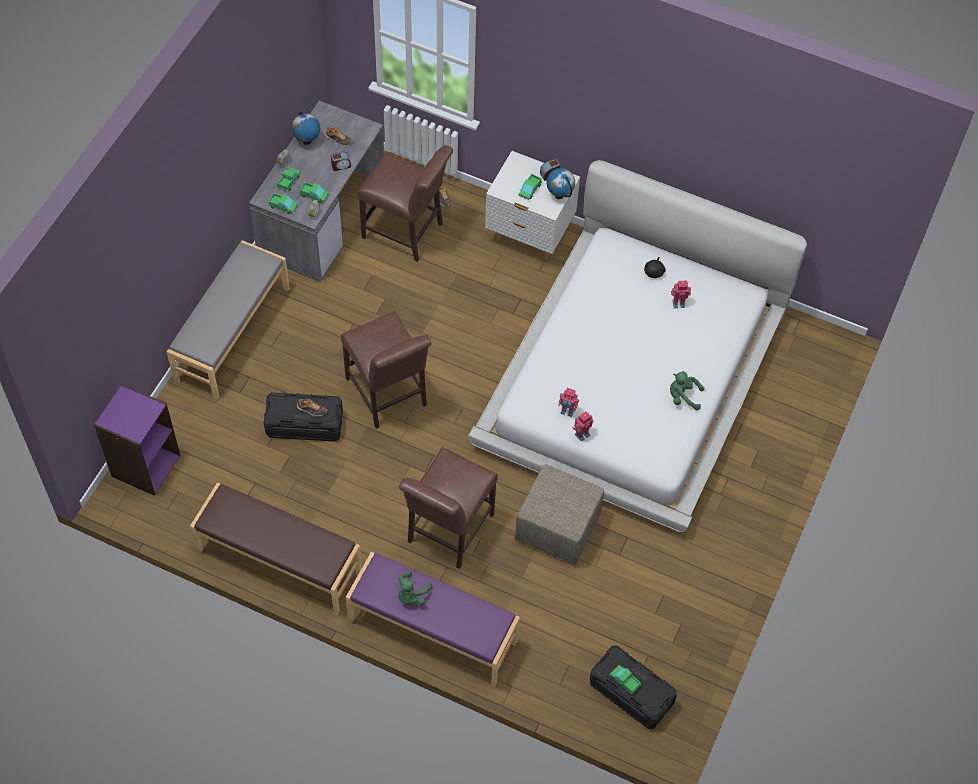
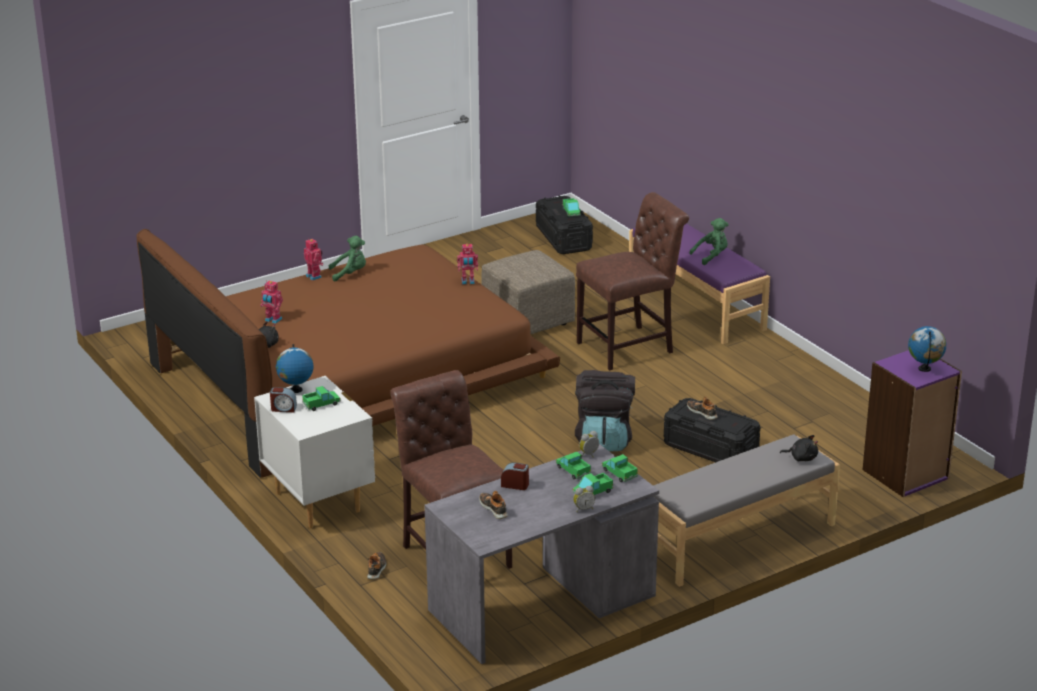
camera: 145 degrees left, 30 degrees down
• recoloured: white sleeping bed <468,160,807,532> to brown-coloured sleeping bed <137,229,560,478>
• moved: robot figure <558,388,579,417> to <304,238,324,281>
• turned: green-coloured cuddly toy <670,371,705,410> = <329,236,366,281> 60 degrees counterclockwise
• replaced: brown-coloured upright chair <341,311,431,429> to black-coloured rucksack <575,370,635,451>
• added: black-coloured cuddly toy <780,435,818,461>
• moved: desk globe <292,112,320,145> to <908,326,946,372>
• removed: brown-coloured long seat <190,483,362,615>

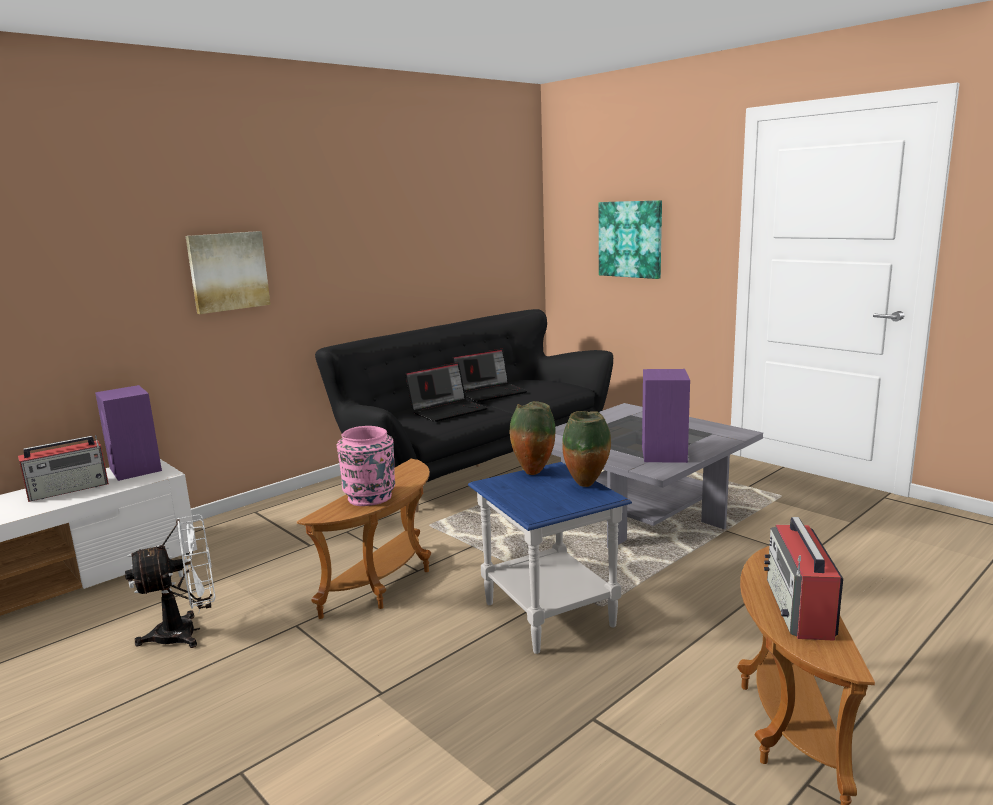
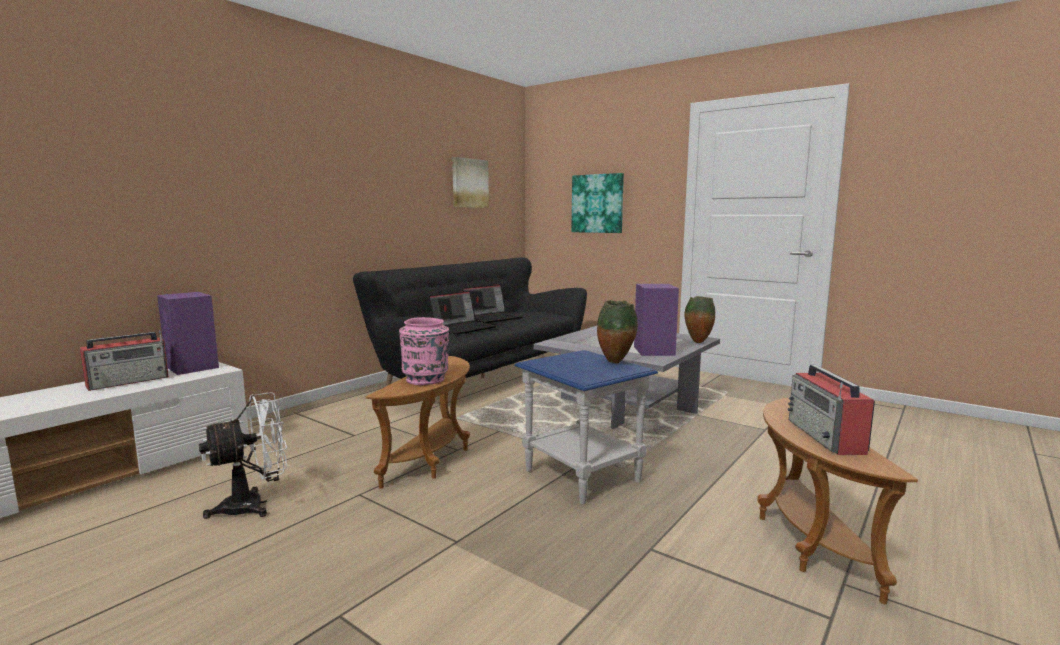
camera: 10 degrees left, 5 degrees down
• moved: picture <186,231,271,314> to <452,157,489,208>
• moved: decorative vase <509,401,555,475> to <685,296,715,343>

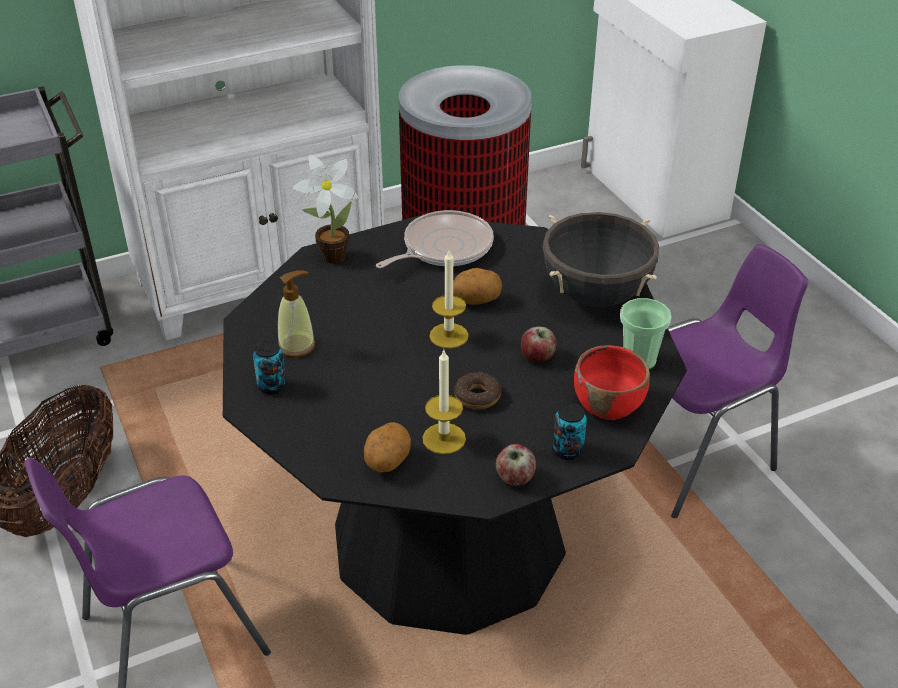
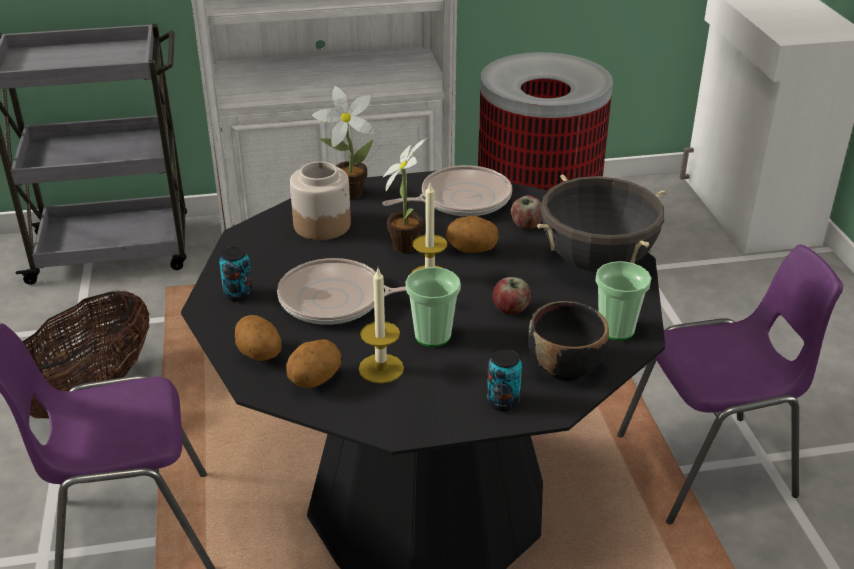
camera: 15 degrees right, 5 degrees down
• added: whole potato <235,315,282,361>
• added: frying pan <277,258,406,325>
• added: storage jar <290,162,351,240>
• added: plant in a pot <382,138,428,253>
• replaced: donut <454,372,501,409> to cup <405,267,461,347>
• moved: whole apple <496,444,536,486> to <511,195,542,229>
• recoloured: reddish bowl <574,345,650,420> to black-coloured bowl <527,301,609,381>
• removed: liquid soap bottle <278,270,316,357>

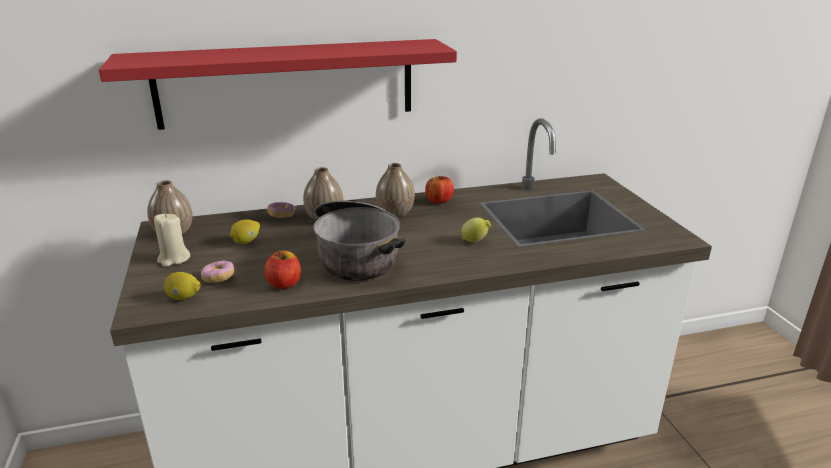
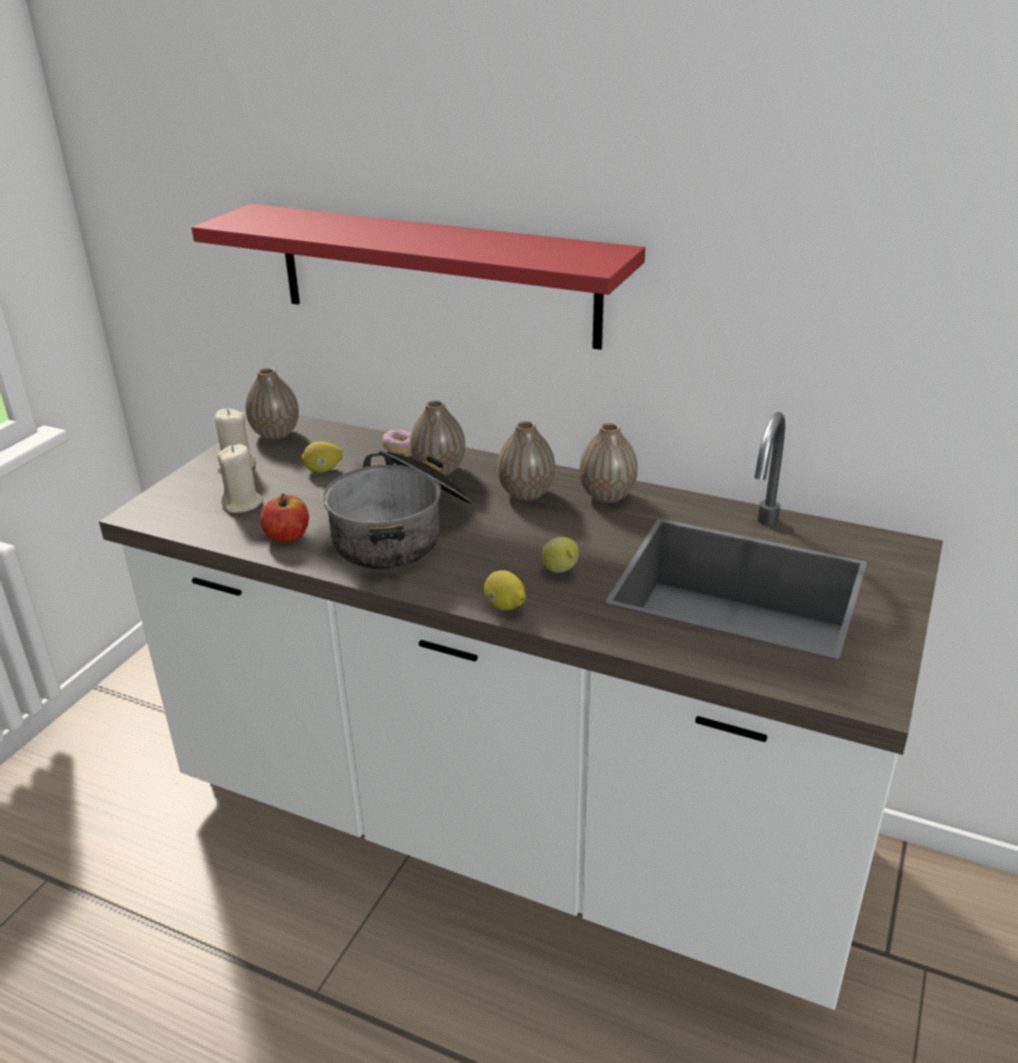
camera: 40 degrees right, 5 degrees up
• replaced: donut <201,260,234,283> to beige wax light <217,444,263,513>
• moved: whole lemon <164,272,201,300> to <484,570,526,610>
• replaced: whole apple <425,176,454,204> to decorative vase <579,423,638,503>

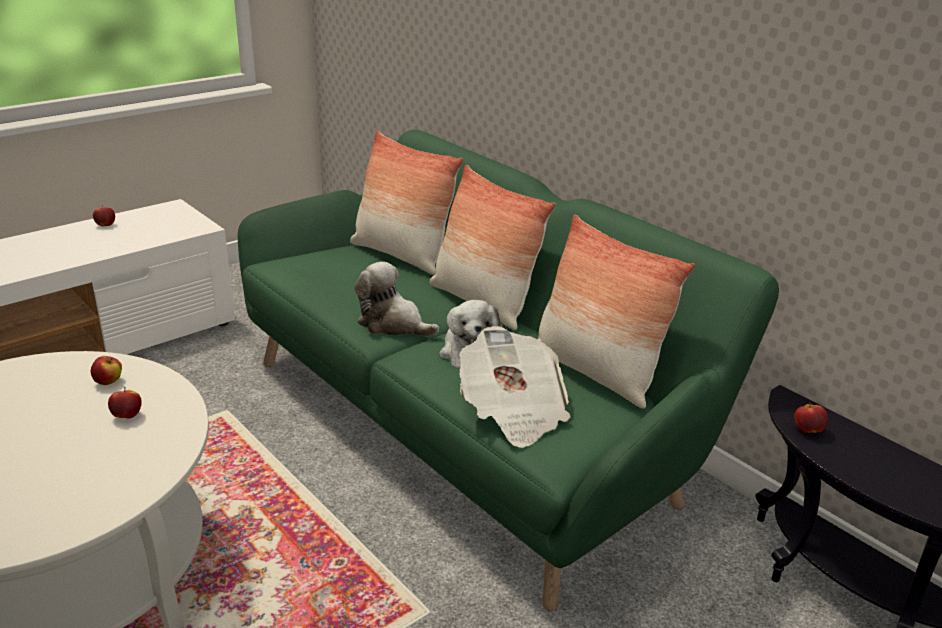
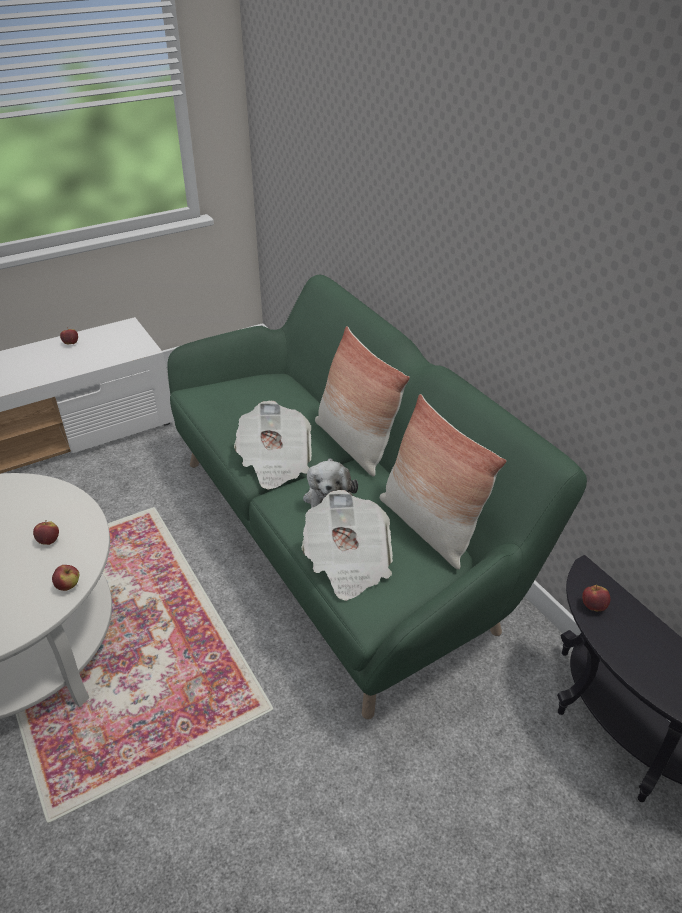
camera: 10 degrees right, 10 degrees up
• moved: whole apple <91,356,122,385> to <52,565,80,591>
• replaced: cuddly toy <355,262,439,337> to printed paper <234,401,312,490>
• removed: pillow <350,131,463,275>

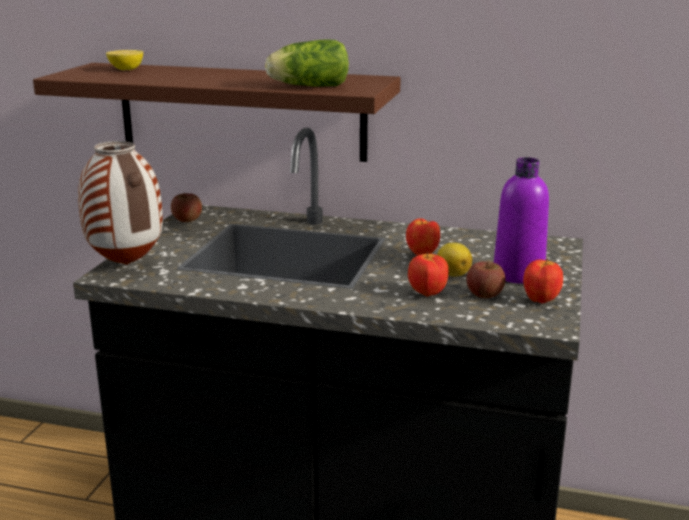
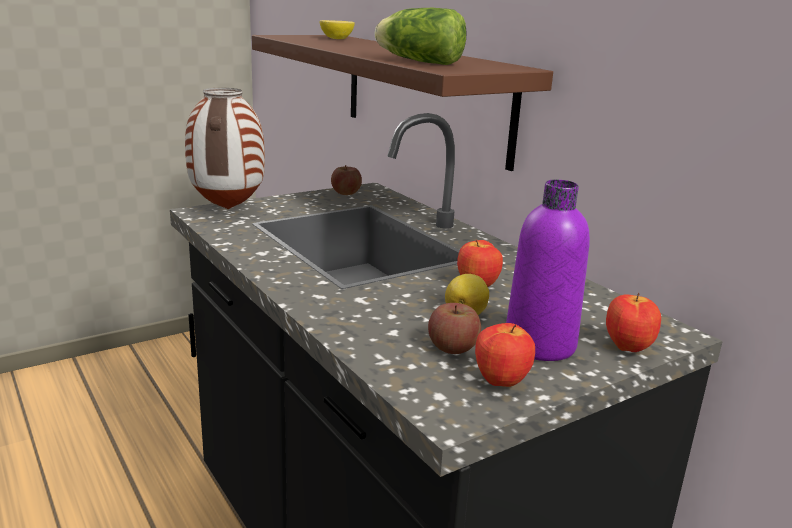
camera: 40 degrees right, 0 degrees up
• moved: whole apple <408,251,448,297> to <606,293,661,352>

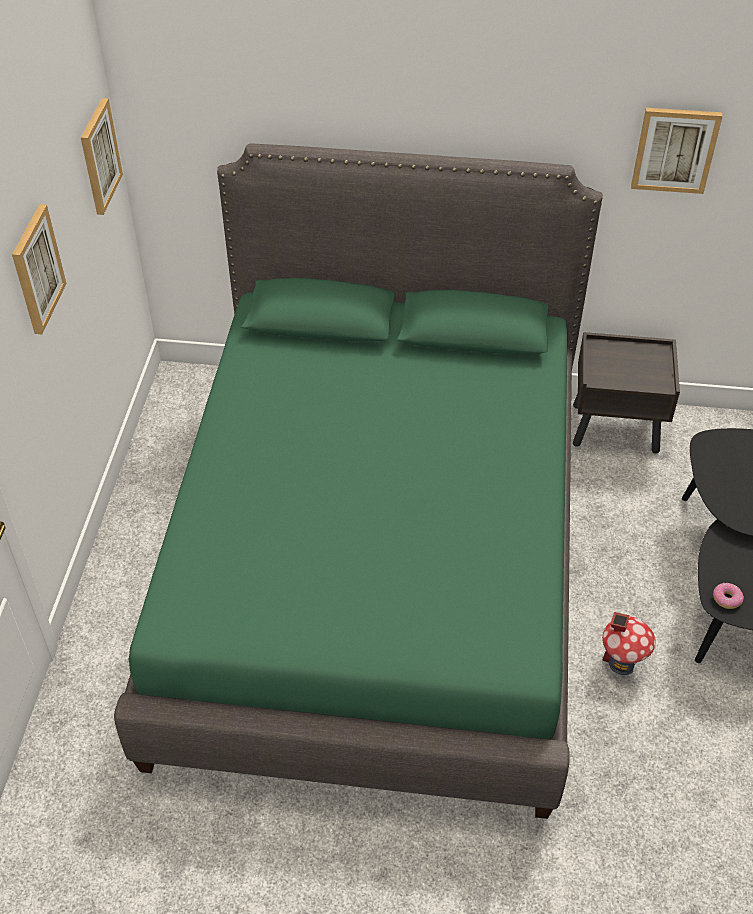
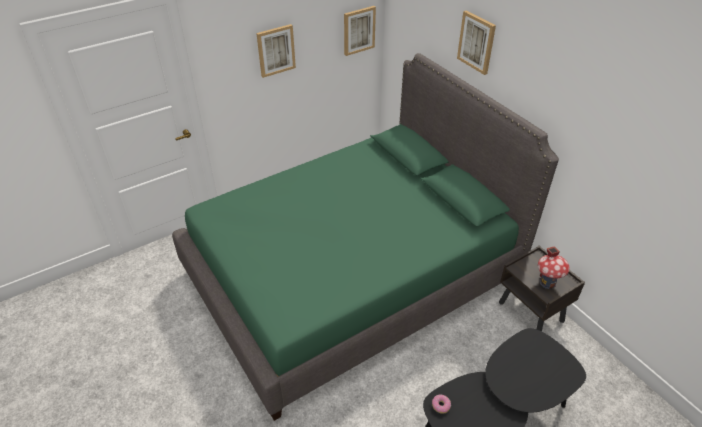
camera: 50 degrees right, 5 degrees down
• moved: picture <631,108,723,194> to <457,10,496,75>
• moved: toy house <602,612,656,675> to <538,246,570,289>

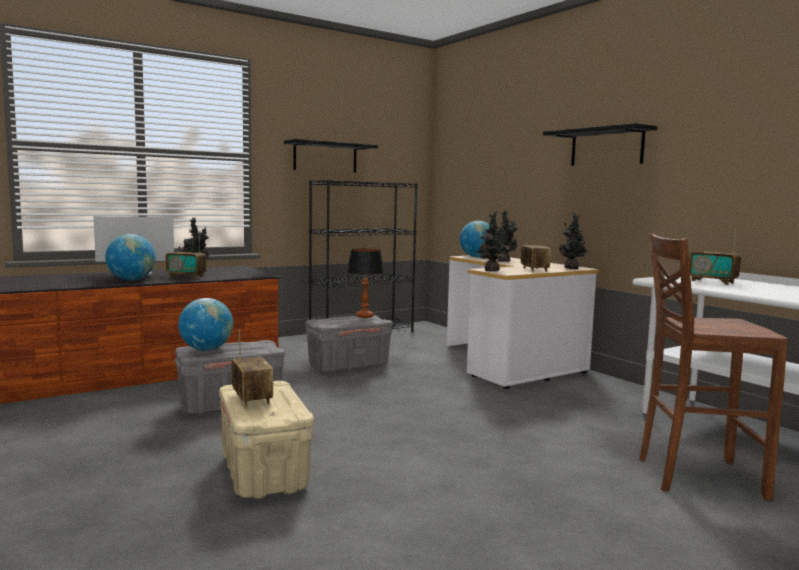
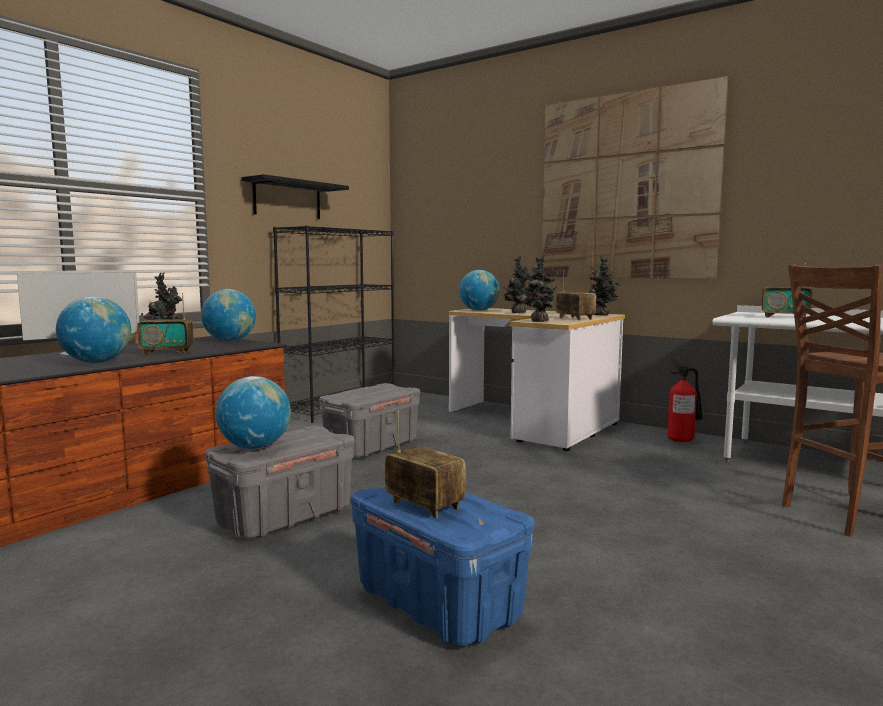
camera: 20 degrees left, 0 degrees up
• added: desk globe <201,289,256,341>
• recoloured: beige storage container <219,381,314,499> to blue-coloured storage container <351,487,535,646>
• replaced: black-coloured wall shelf <543,123,658,166> to picture <542,76,728,279>
• added: extinguisher <667,360,703,442>
• removed: lamp for a table <347,249,384,318>

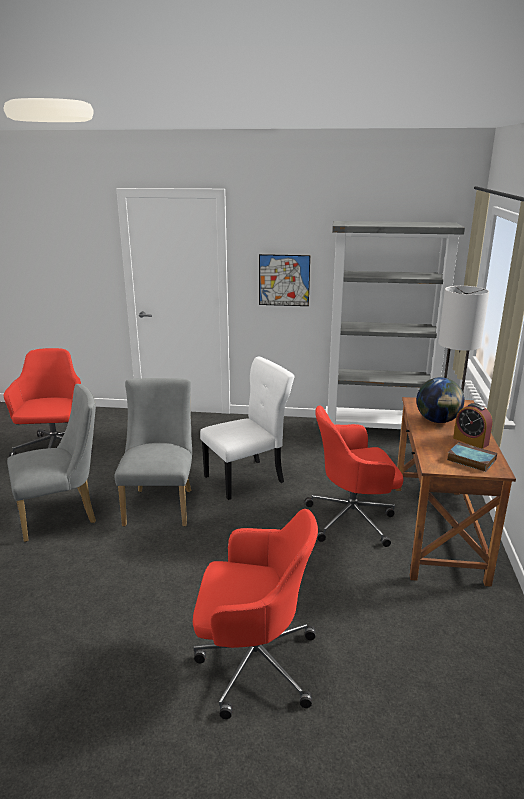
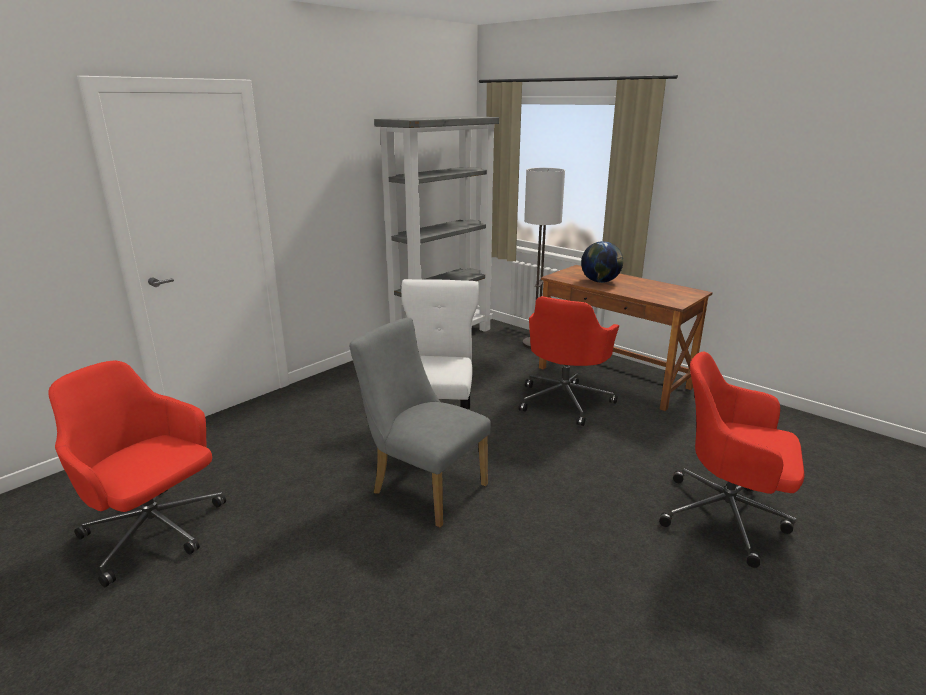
camera: 55 degrees left, 0 degrees up
• turned: reddish computer chair <193,509,318,719> = <659,352,804,568> 105 degrees counterclockwise
• removed: grey upright chair <7,384,96,542>
• removed: picture <259,254,310,306>
• removed: book <447,442,497,472>
• removed: alarm clock <453,403,493,449>

